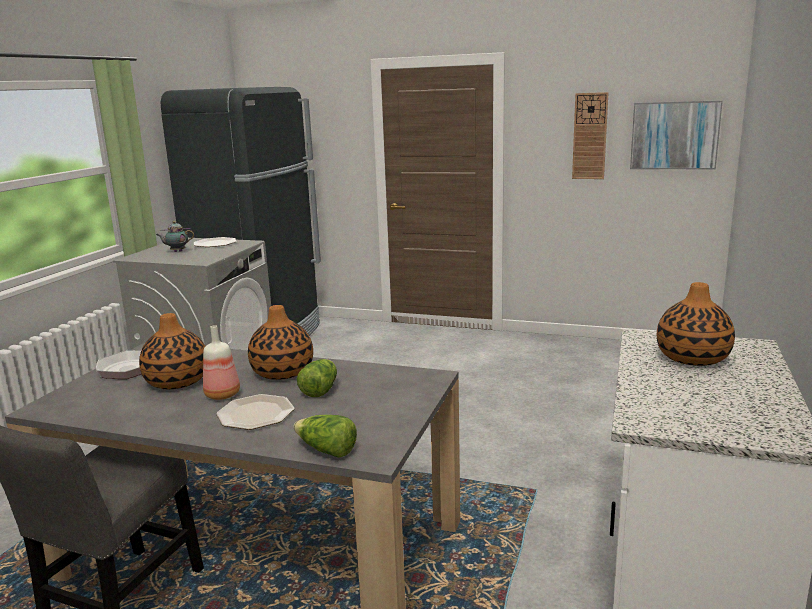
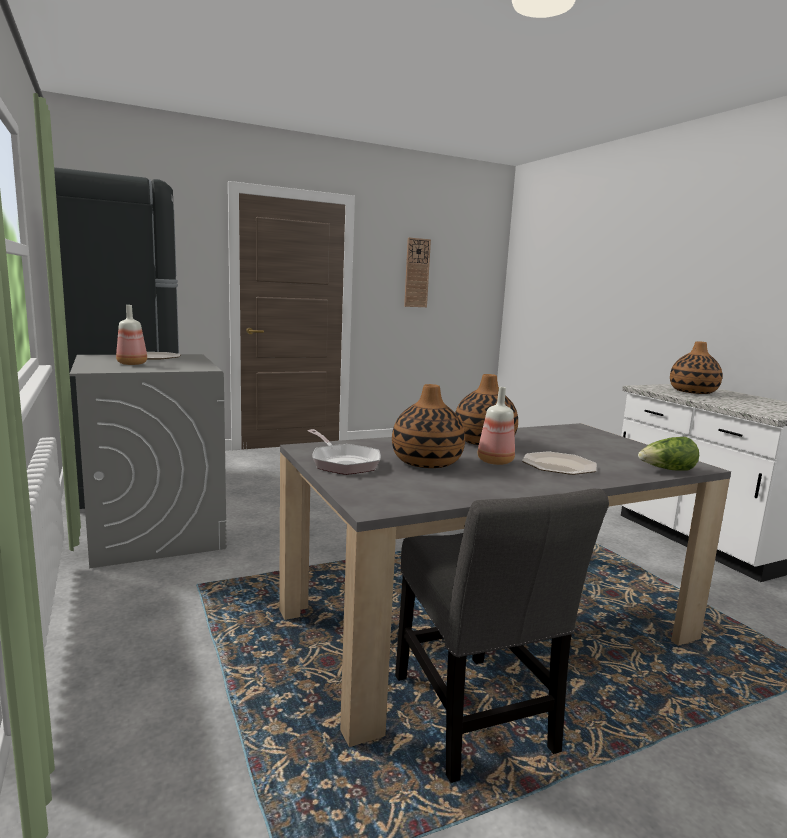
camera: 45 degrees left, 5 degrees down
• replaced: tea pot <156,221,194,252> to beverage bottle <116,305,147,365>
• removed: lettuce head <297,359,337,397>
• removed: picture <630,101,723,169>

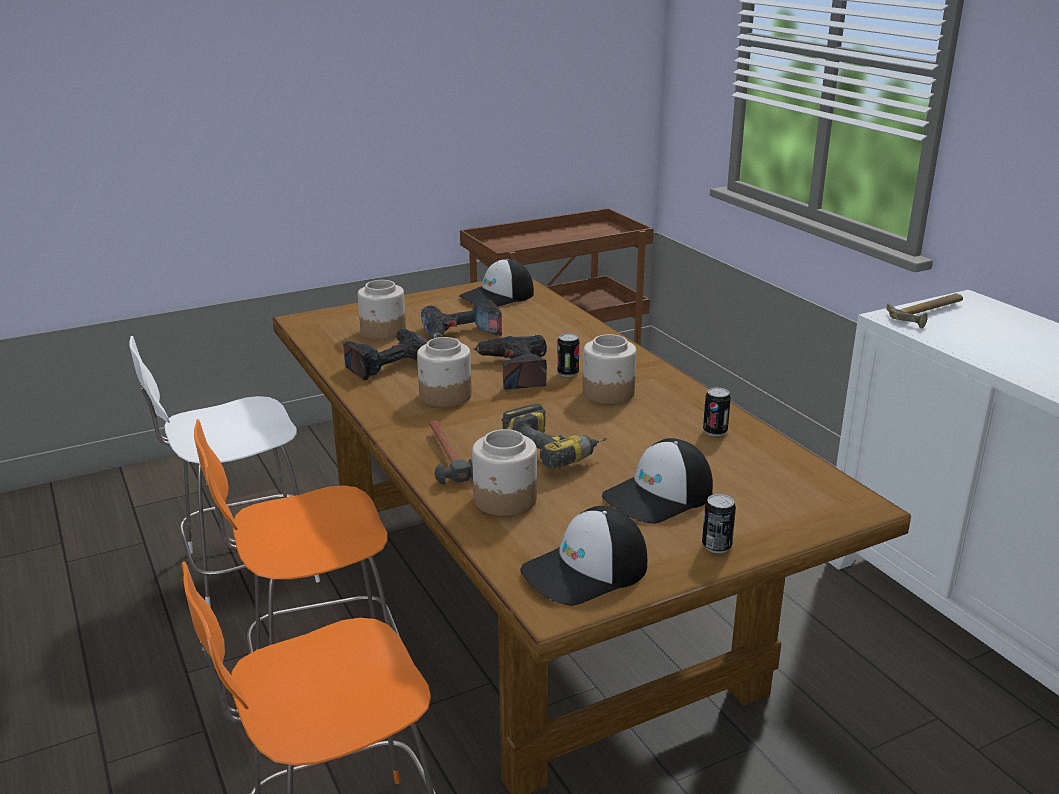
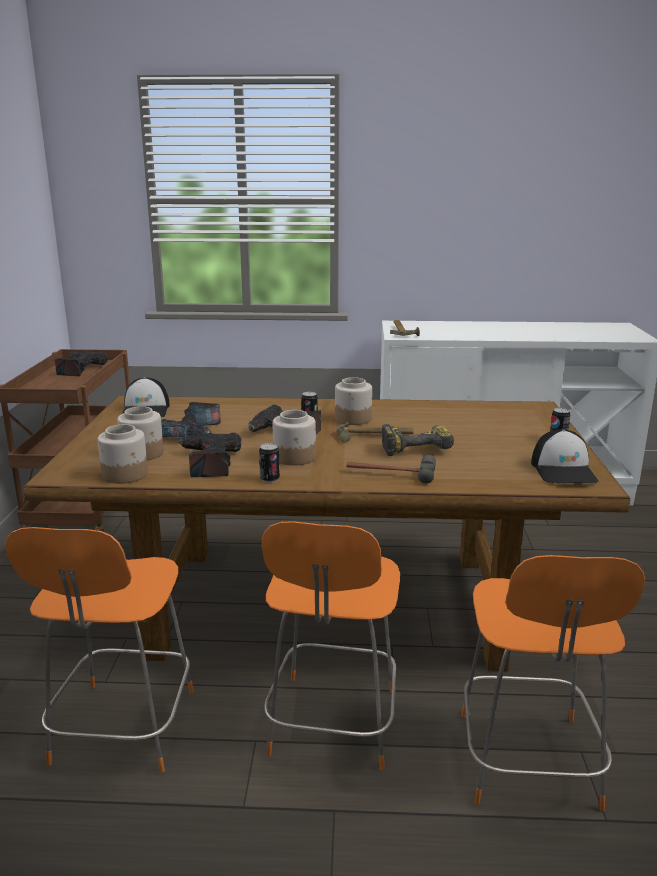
camera: 60 degrees left, 5 degrees down
• recoloured: white upright chair <129,336,320,607> to orangey upright chair <5,527,194,773>
• added: electric drill <55,351,108,376>
• moved: storage jar <472,429,537,516> to <98,424,148,484>
• moved: sealed can <703,387,731,436> to <259,443,280,483>
• added: hand hammer <337,422,414,442>
• removed: cap <602,438,713,524>

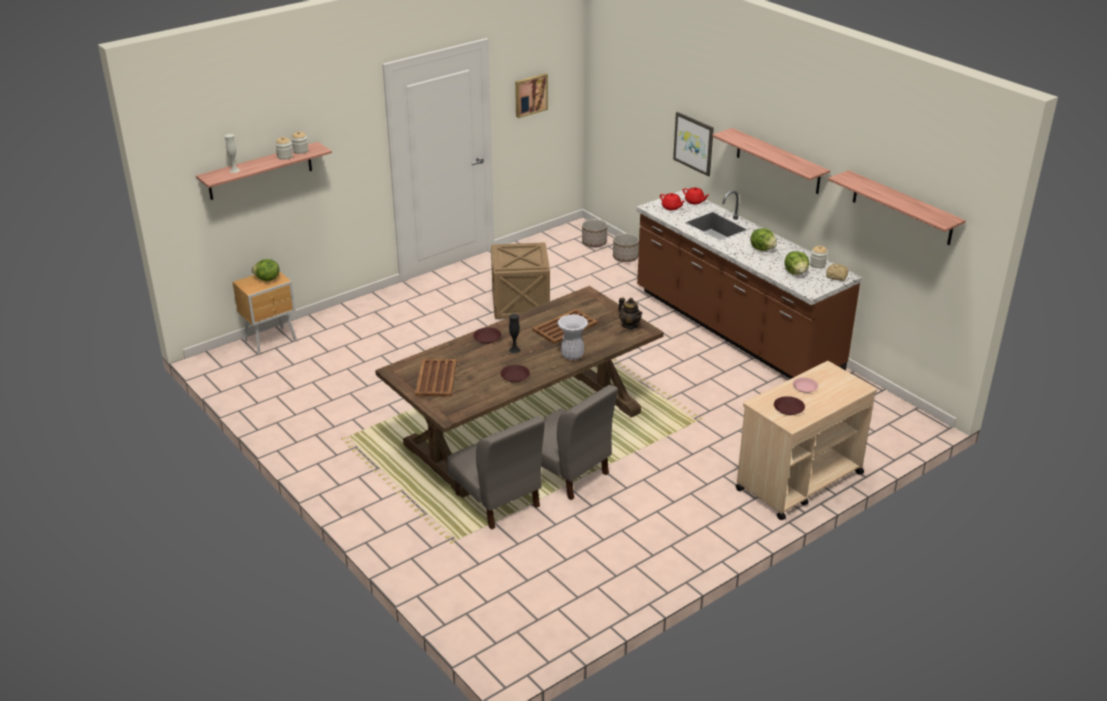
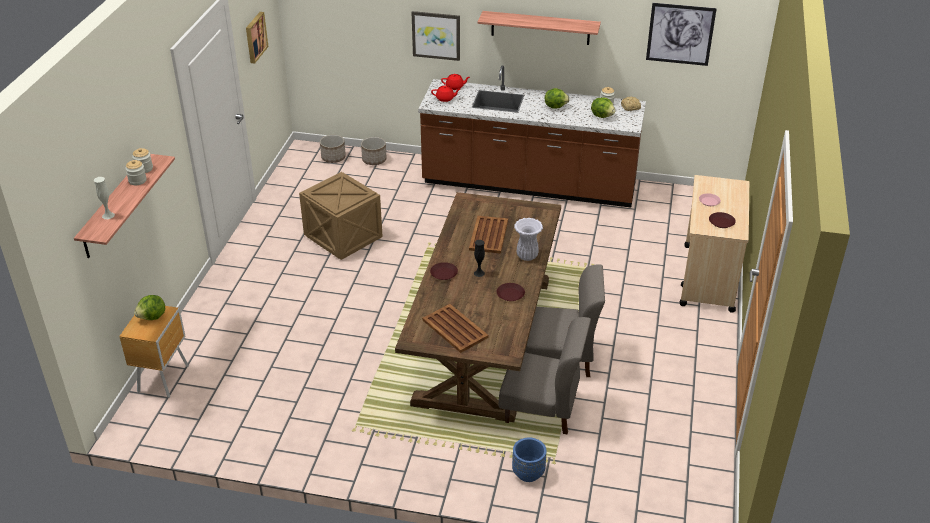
camera: 40 degrees left, 5 degrees up
• added: blue-coloured plant pot <512,437,546,482>
• replaced: wall shelf <828,170,966,245> to picture <646,3,717,66>
• removed: tea pot <618,297,643,329>

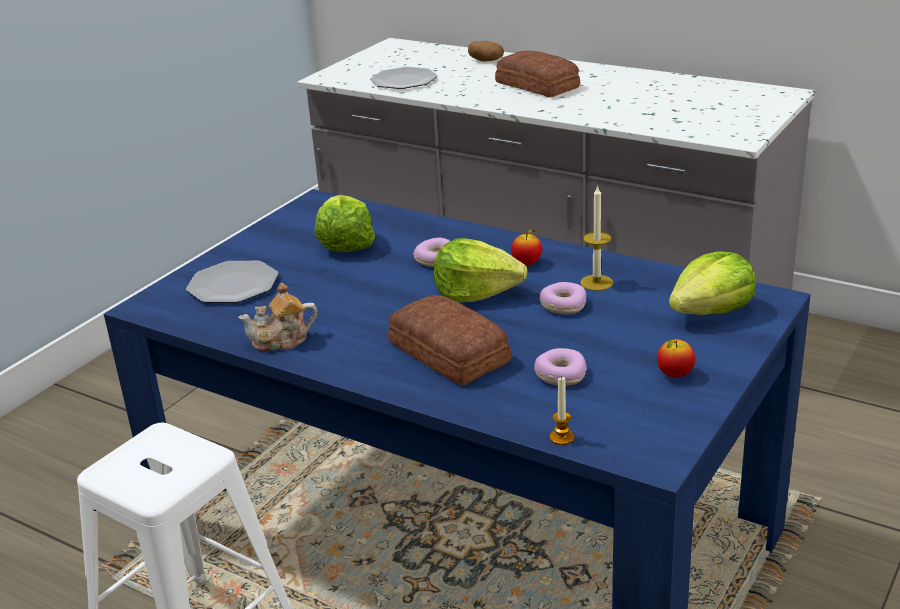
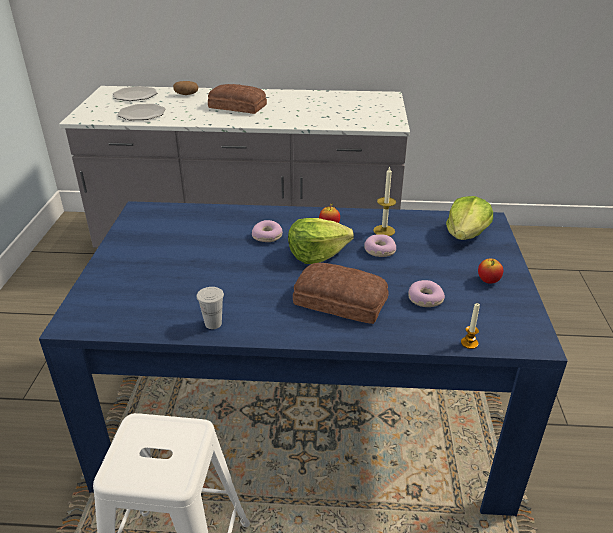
camera: 30 degrees left, 5 degrees up
• moved: dinner plate <186,261,279,303> to <113,86,157,101>
• replaced: tea pot <238,283,317,351> to white cup <197,287,224,329>
• removed: lettuce head <315,195,375,252>

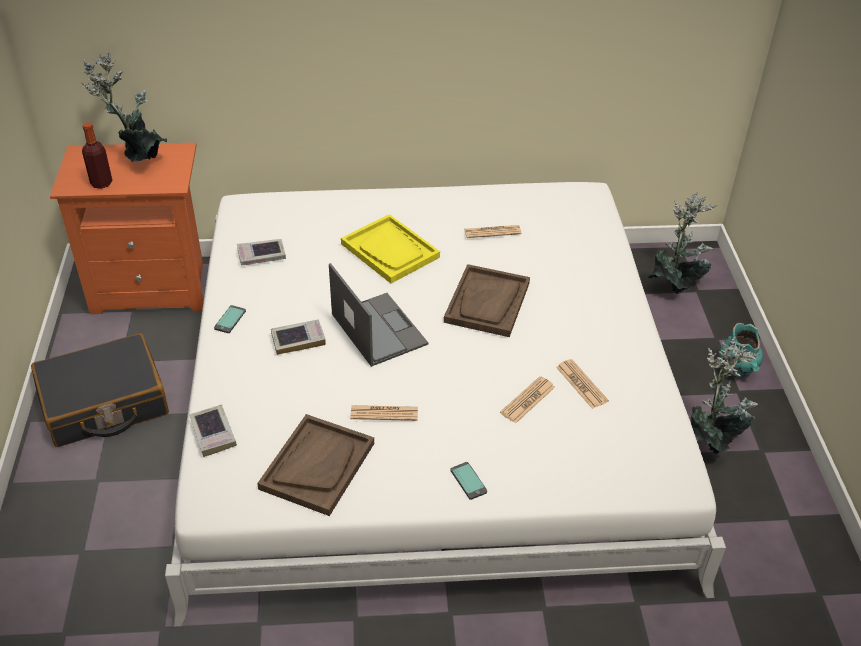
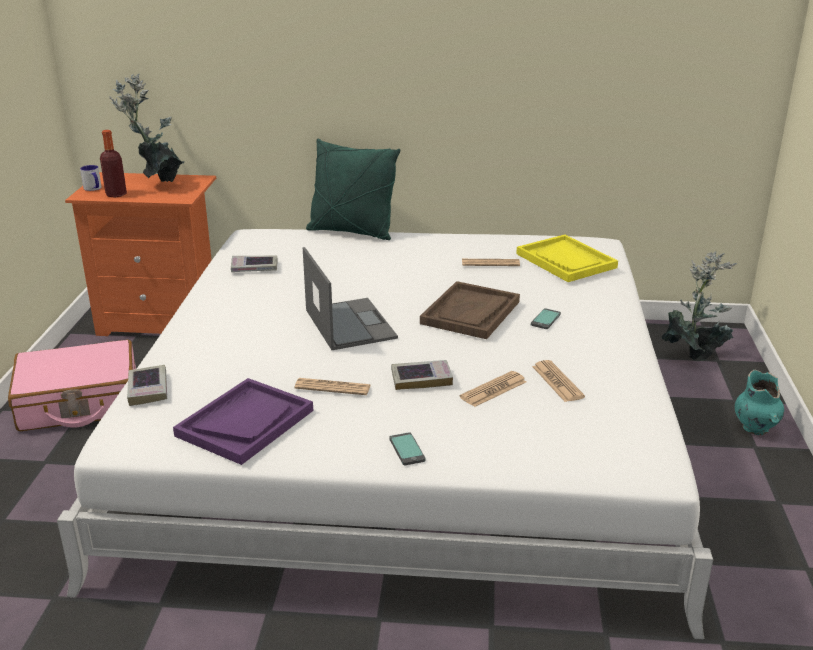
camera: 10 degrees right, 15 degrees down
• recoloured: black-coloured piece of luggage <31,333,169,447> to pinkish piece of luggage <8,340,136,431>
• added: mug <80,165,102,191>
• recoloured: brown-coloured tray <257,414,374,516> to purple tray <173,378,313,465>
• added: green-coloured pillow <306,139,400,240>
• moved: book <271,319,326,355> to <391,360,453,390>
• moved: yellowish tray <341,214,440,283> to <516,235,618,282>
• moved: telephone <214,305,246,333> to <531,308,561,329>
• removed: plant in a pot <691,337,760,454>

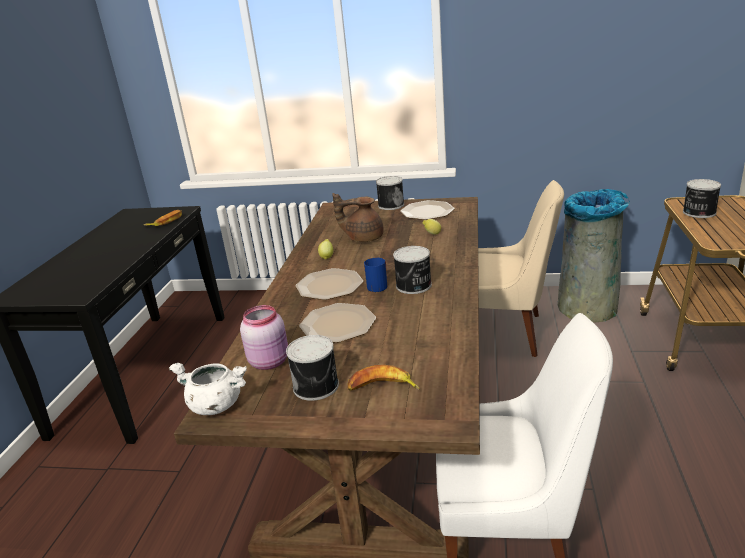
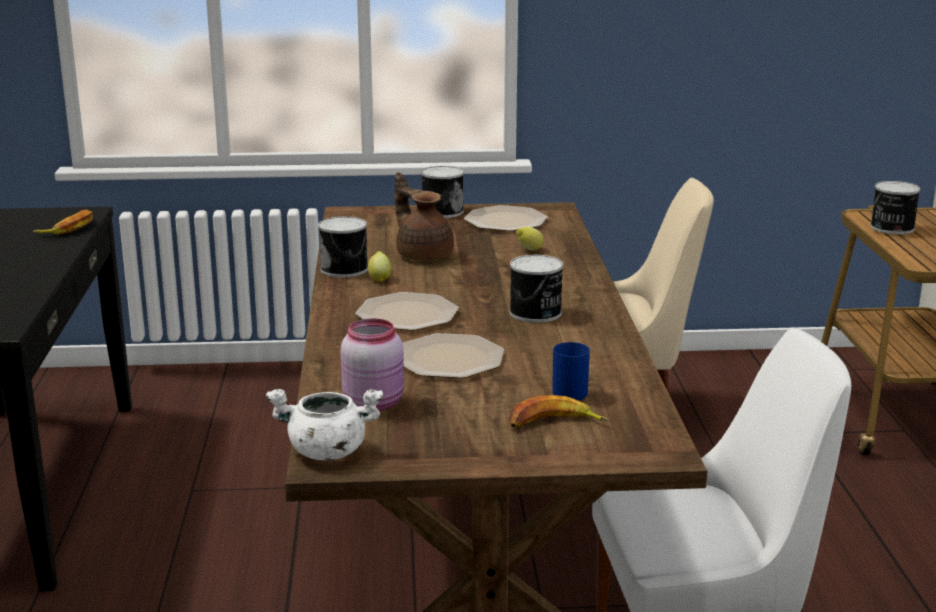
camera: 15 degrees left, 5 degrees down
• moved: sealed can <286,335,339,401> to <318,216,368,278>
• turned: brown-coloured tea pot <332,193,384,242> = <395,172,454,261> 60 degrees clockwise
• moved: blue-coloured mug <364,258,387,292> to <552,342,590,400>
• removed: grey trash can <558,189,630,323>

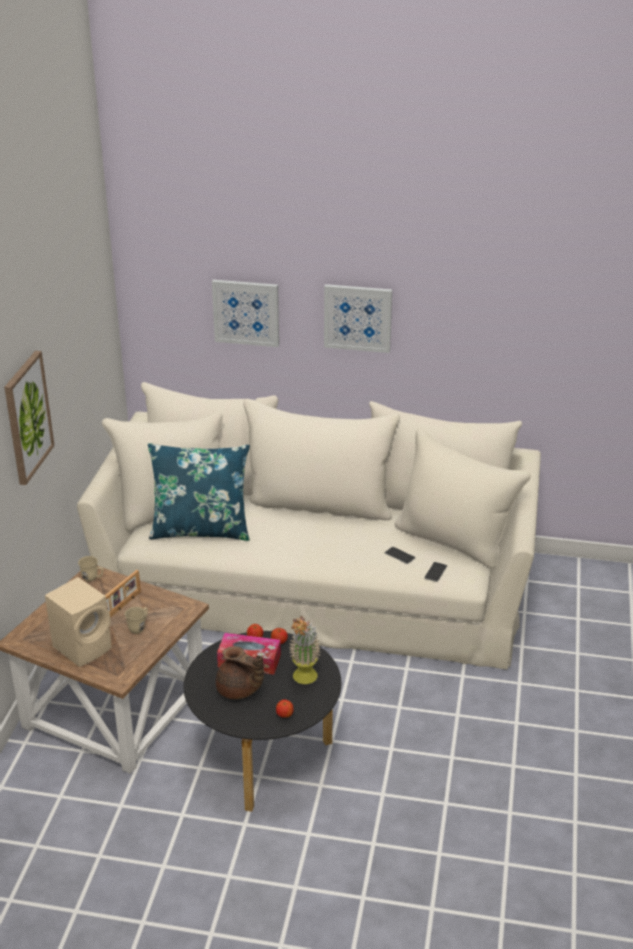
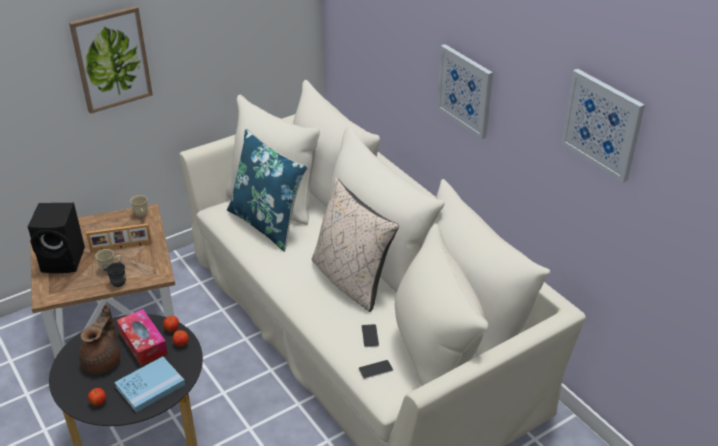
camera: 45 degrees right, 5 degrees up
• recoloured: beige speaker <45,577,112,667> to black-coloured speaker <28,203,85,273>
• turned: brown-coloured tea pot <216,646,264,699> = <79,304,120,374> 150 degrees counterclockwise
• added: grey mug <106,261,126,287>
• replaced: plant in a pot <289,616,320,684> to blue-coloured book <114,356,185,412>
• added: beige pillow <312,178,399,312>
• moved: picture <212,280,279,347> to <561,69,645,183>

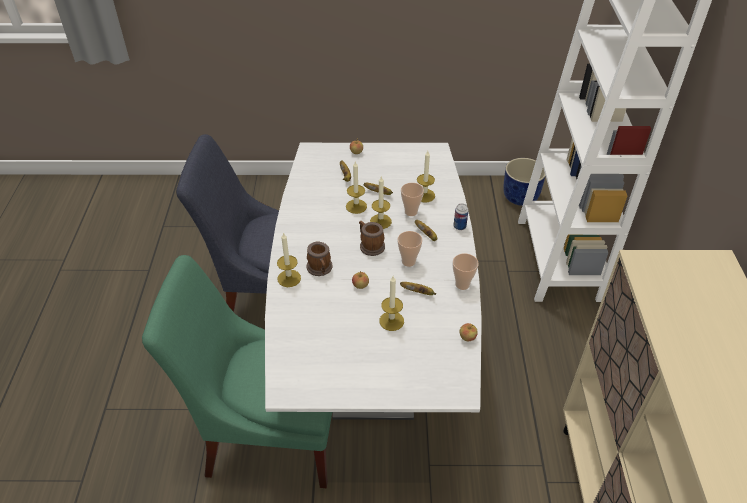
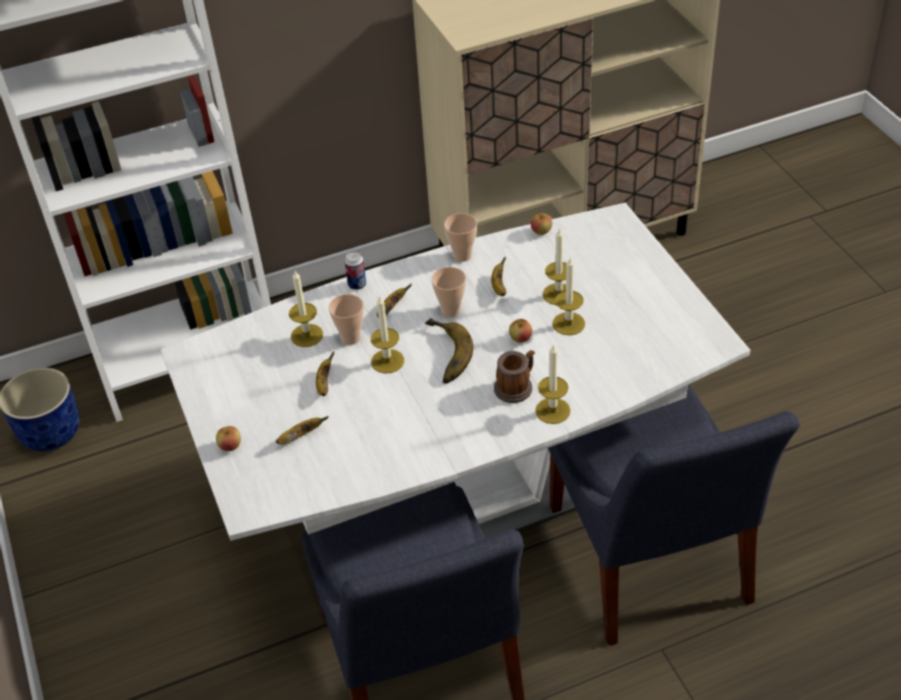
camera: 110 degrees left, 0 degrees up
• replaced: mug <359,221,385,256> to banana fruit <425,318,473,384>
• recoloured: green-coloured upright chair <142,255,332,488> to blue-coloured upright chair <548,384,800,646>
• moved: wax light <346,161,367,214> to <552,258,585,335>

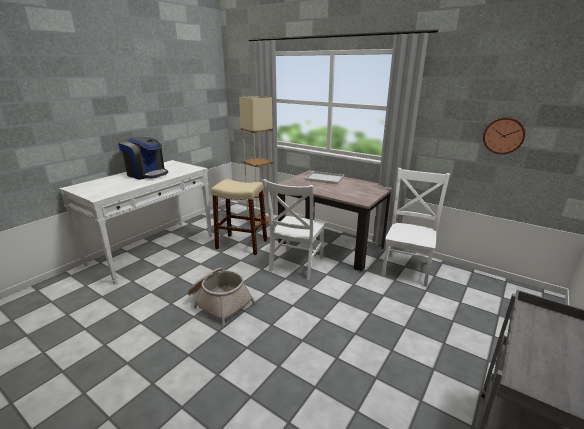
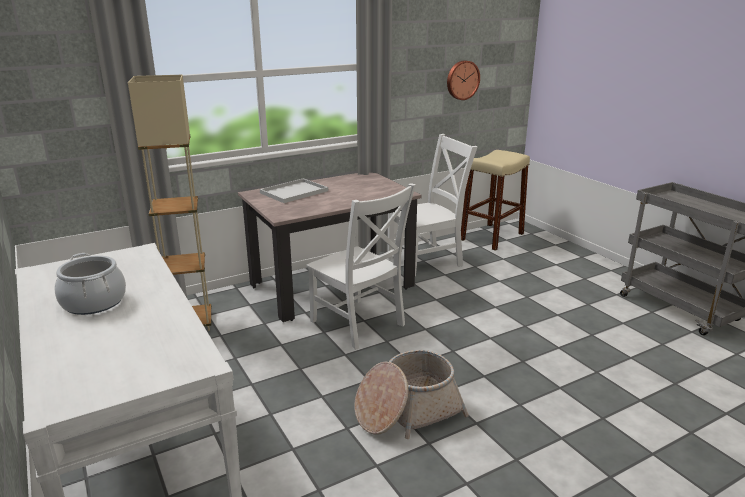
camera: 65 degrees left, 0 degrees up
• replaced: coffee brewer <118,137,168,180> to saucepot <54,253,126,315>
• turned: white upright chair <381,168,450,287> = <387,134,477,276> 105 degrees clockwise
• moved: beige stool seat <211,179,267,255> to <461,150,530,251>

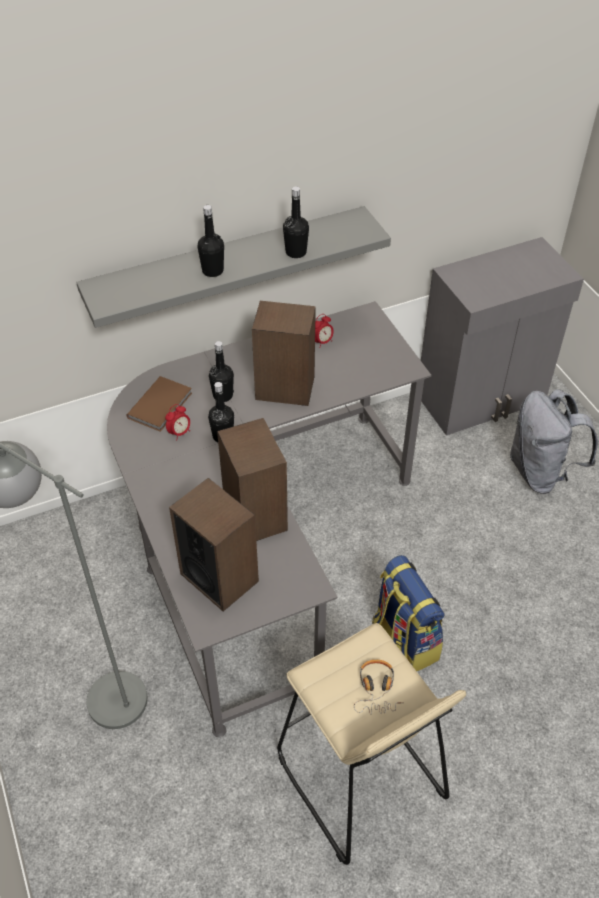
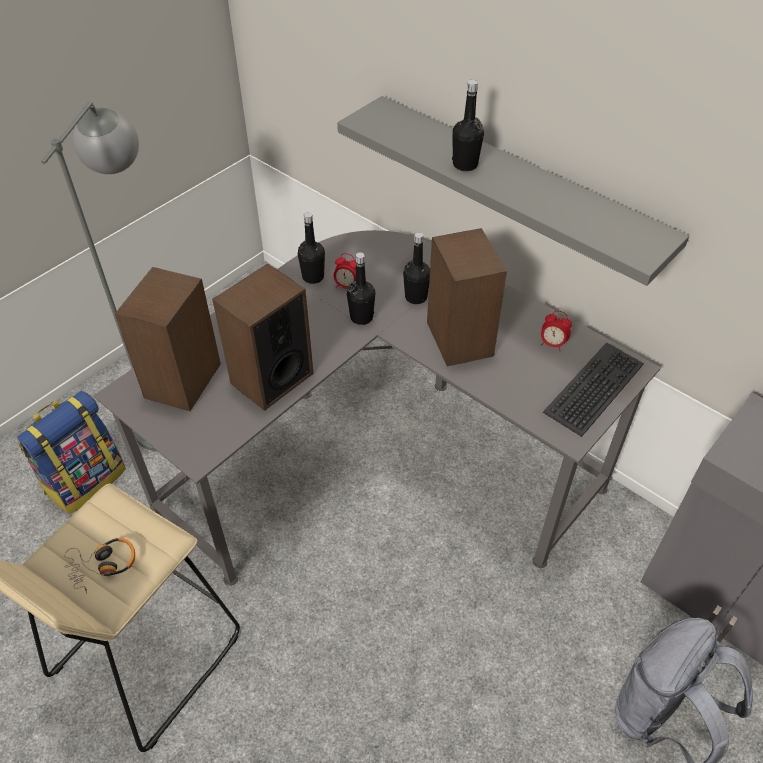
camera: 65 degrees right, 0 degrees up
• moved: rucksack <372,555,445,671> to <17,391,126,514>
• moved: black-coloured beverage bottle <283,186,309,258> to <298,212,325,284>
• added: computer keyboard <543,342,644,437>
• removed: brown-coloured book <127,376,192,432>

